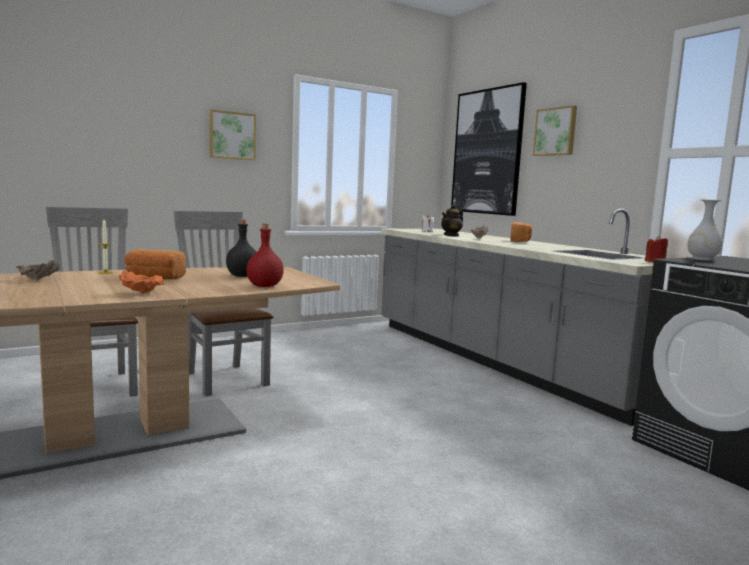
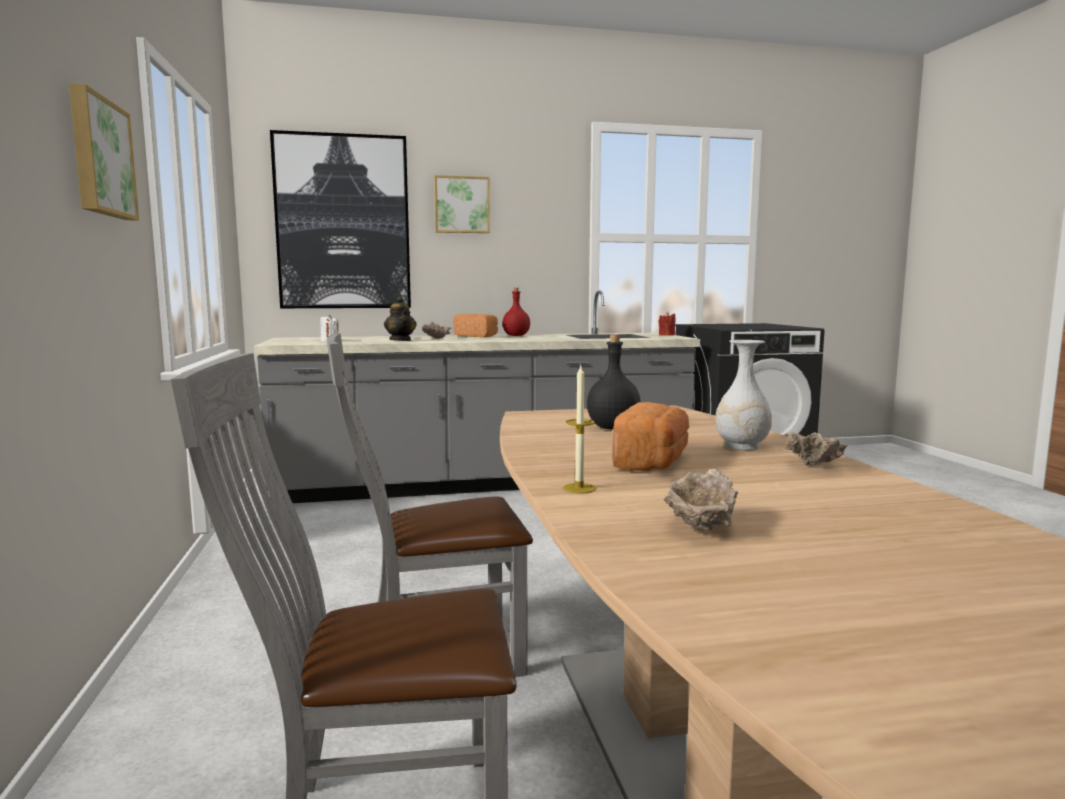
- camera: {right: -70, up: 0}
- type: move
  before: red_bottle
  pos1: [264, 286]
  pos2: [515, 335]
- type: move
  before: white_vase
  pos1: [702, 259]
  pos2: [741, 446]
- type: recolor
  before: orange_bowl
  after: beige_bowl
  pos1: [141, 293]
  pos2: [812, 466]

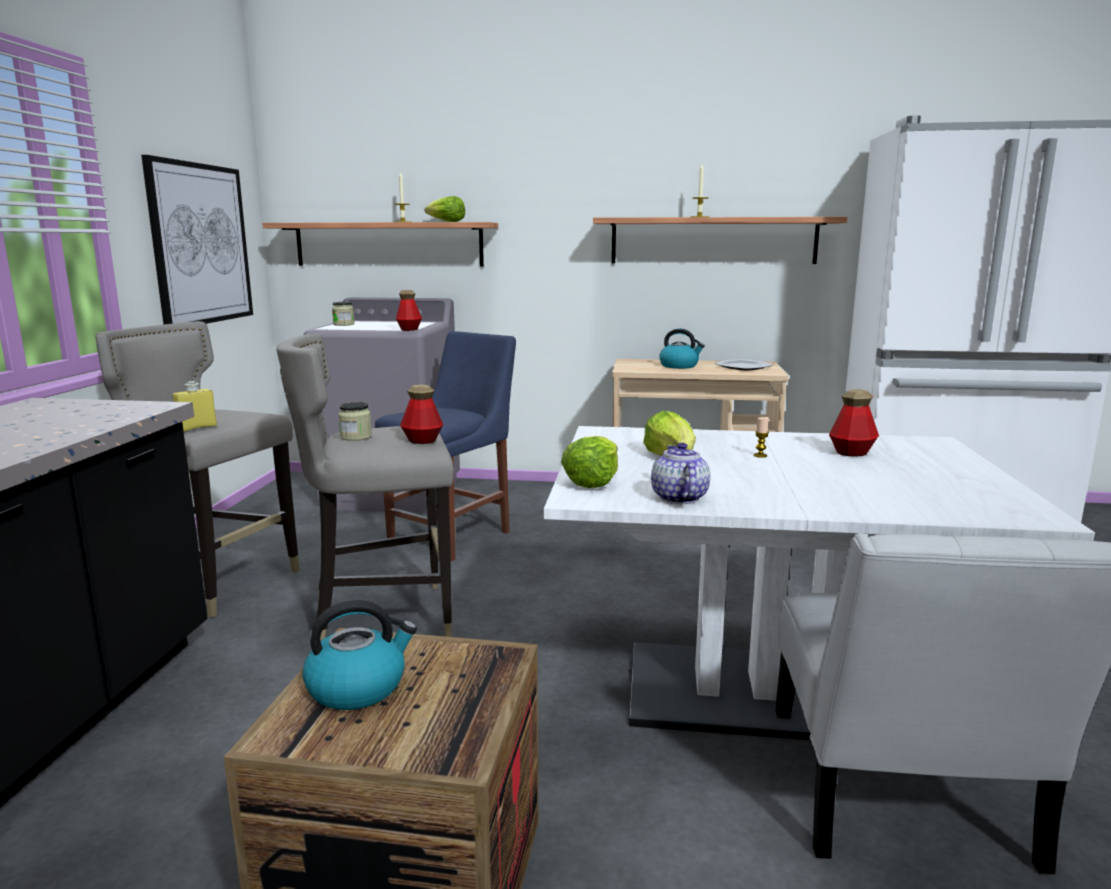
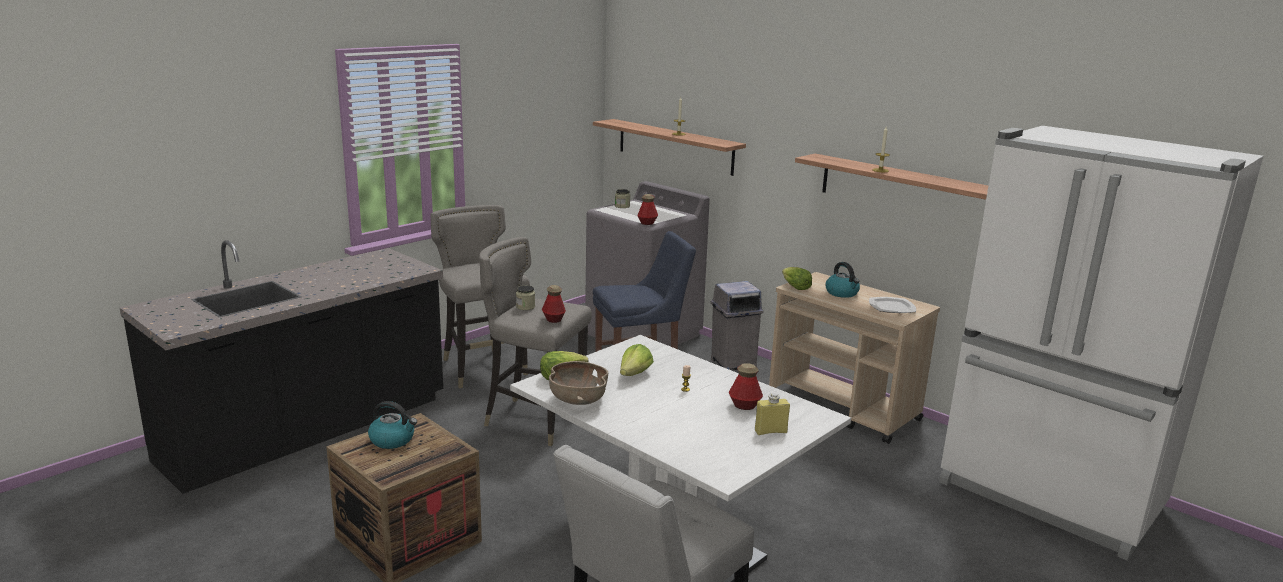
- camera: {right: 35, up: 5}
- type: replace
  before: teapot
  after: brown_bowl
  pos1: [678, 498]
  pos2: [578, 400]
- type: insert
  after: grey_trash_can
  pos2: [732, 364]
- type: move
  before: yellow_bottle
  pos1: [197, 428]
  pos2: [770, 431]
- type: move
  before: lettuce
  pos1: [445, 222]
  pos2: [795, 287]
- type: delete
  before: picture
  pos1: [201, 244]

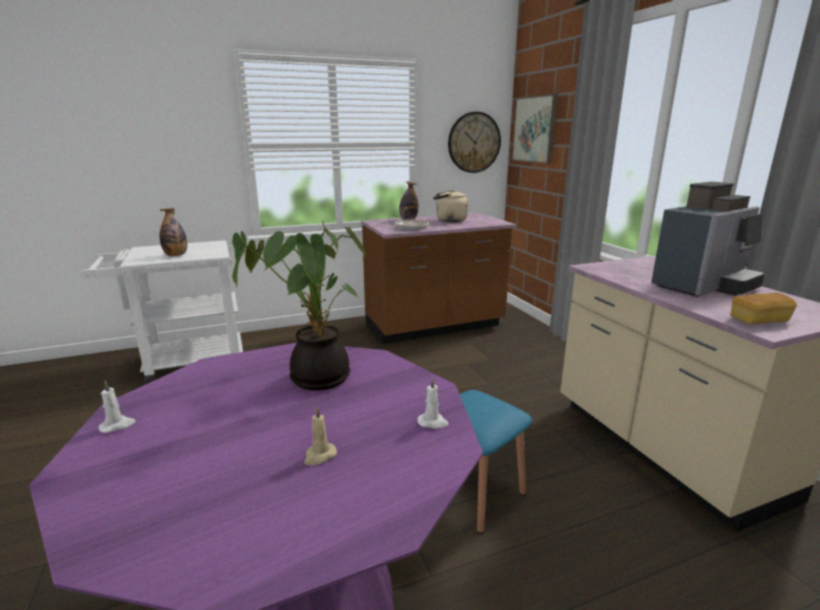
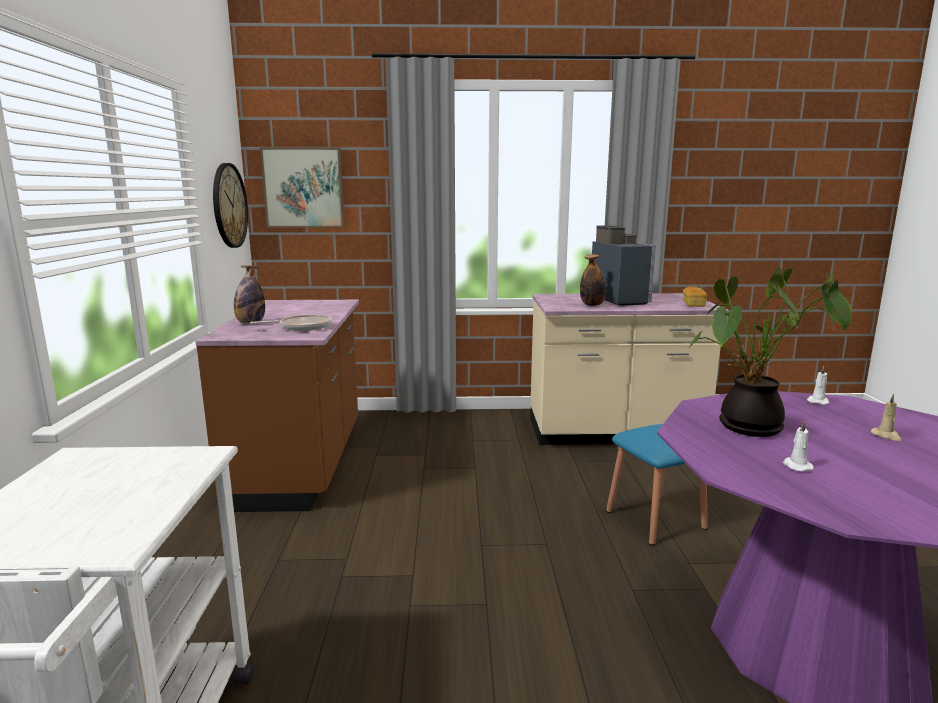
- camera: {right: -70, up: -5}
- type: move
  before: bottle
  pos1: [176, 255]
  pos2: [592, 305]
- type: move
  before: white_candle
  pos1: [117, 425]
  pos2: [796, 466]
- type: delete
  before: beige_kettle
  pos1: [449, 220]

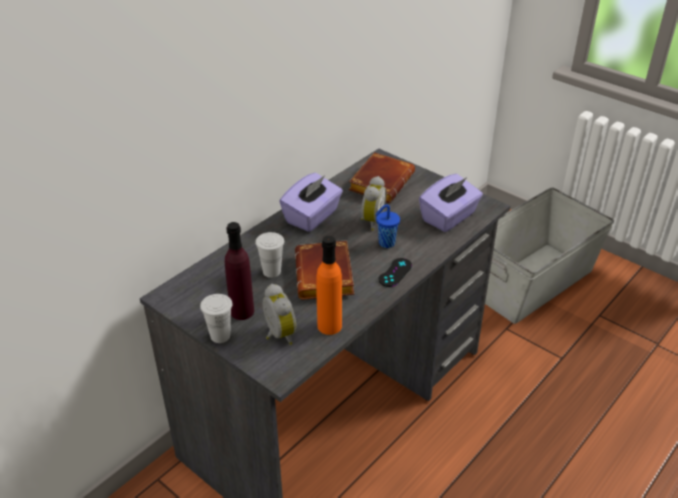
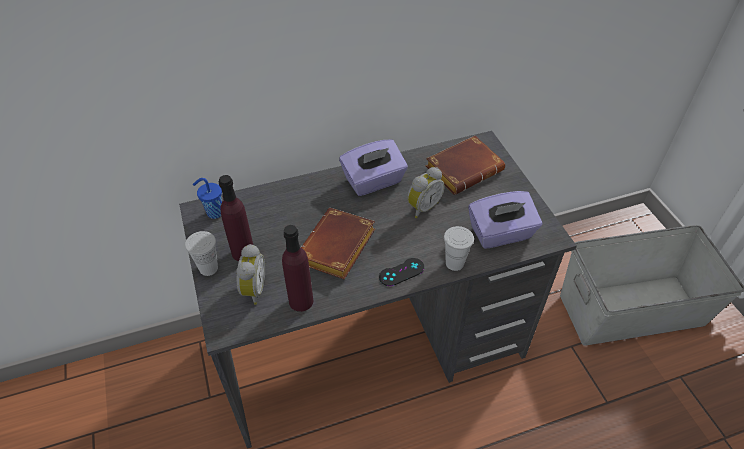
- camera: {right: 30, up: 10}
- type: move
  before: blue_cup
  pos1: [385, 243]
  pos2: [214, 213]
- type: recolor
  before: orange_bottle
  after: purple_bottle
  pos1: [329, 326]
  pos2: [301, 301]
- type: move
  before: white_cup
  pos1: [272, 271]
  pos2: [454, 263]

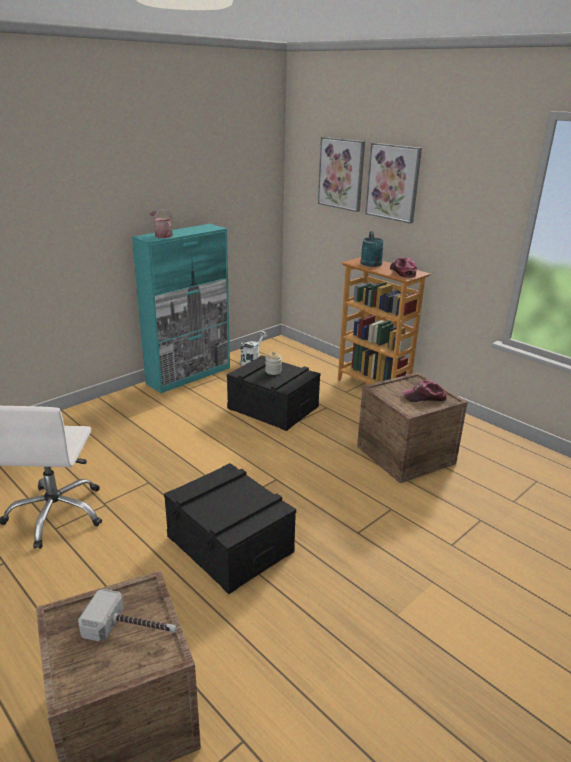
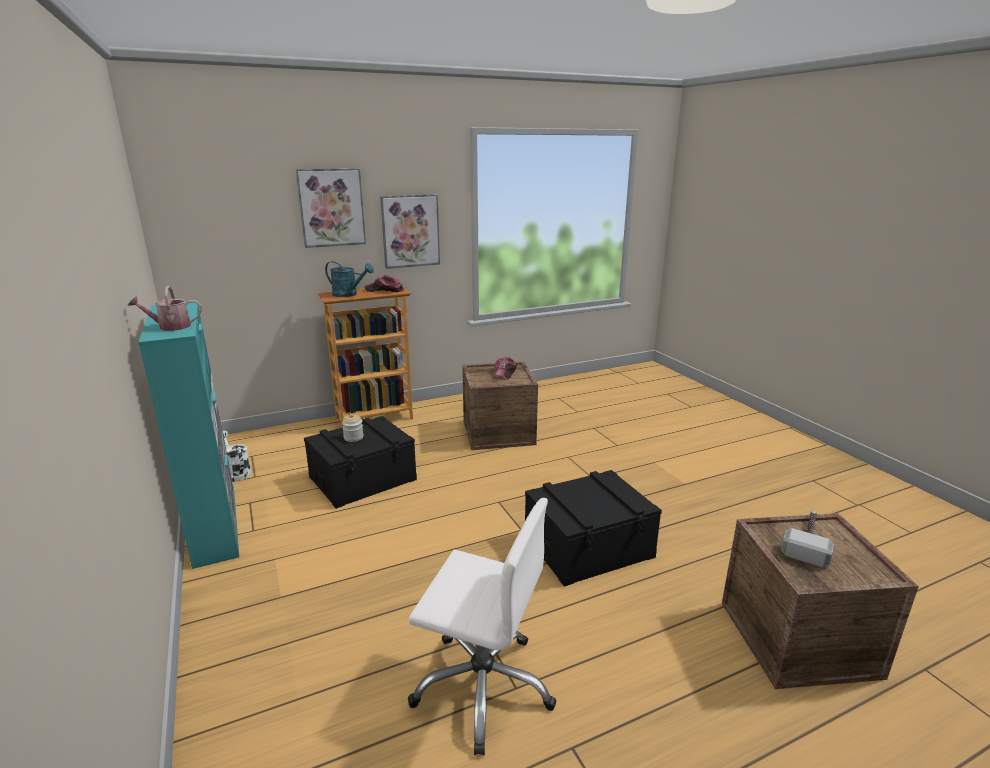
- camera: {right: -70, up: -5}
- type: move
  before: picture
  pos1: [341, 174]
  pos2: [410, 231]

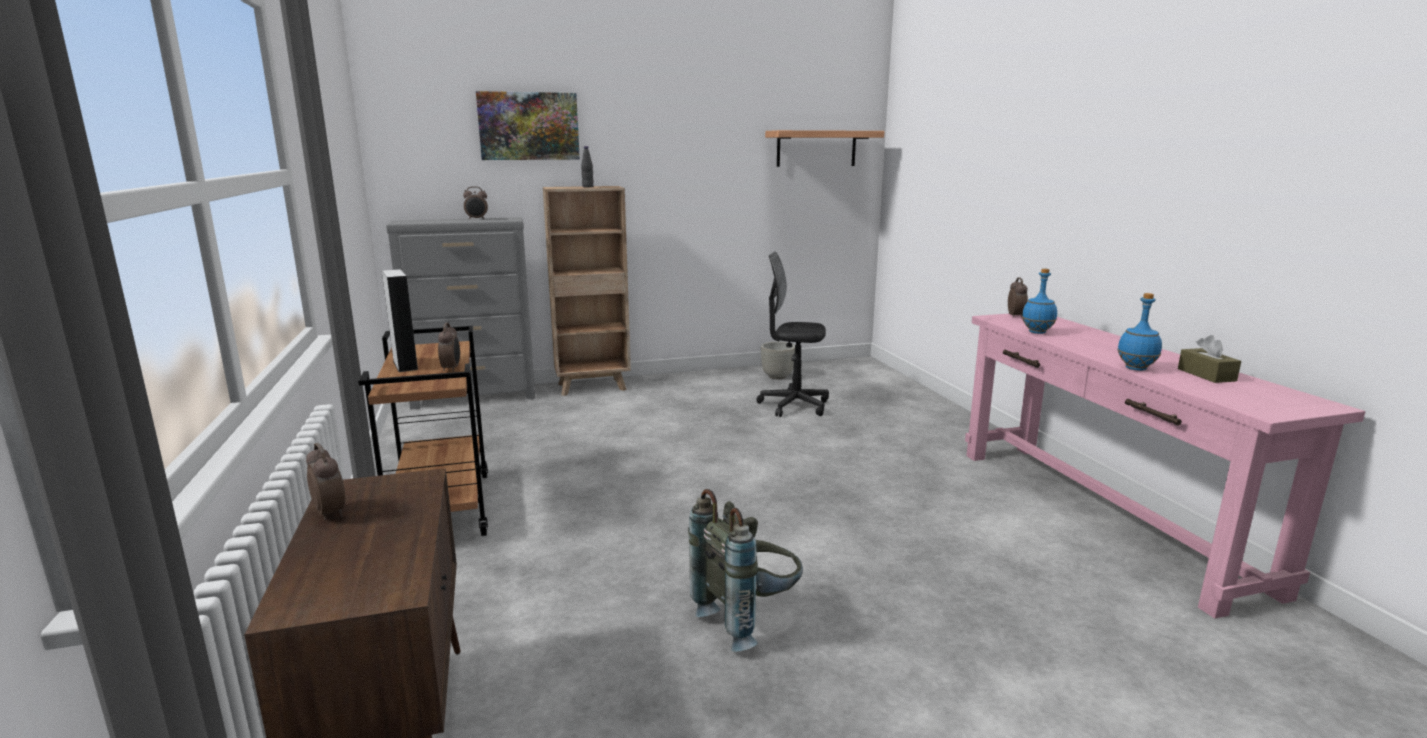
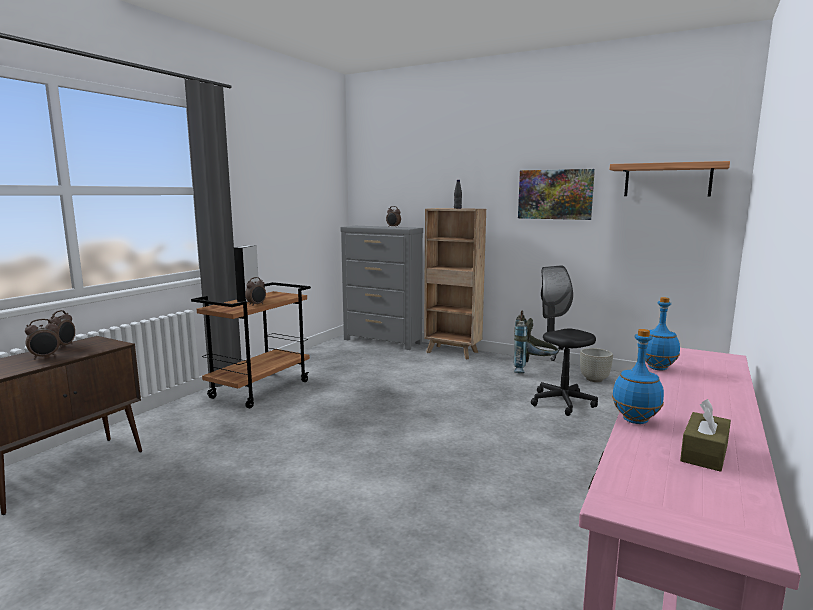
- camera: {right: 45, up: -5}
- type: move
  before: alarm_clock
  pos1: [1016, 316]
  pos2: [45, 357]
- type: move
  before: grey_backpack
  pos1: [748, 618]
  pos2: [533, 370]
- type: move
  before: picture
  pos1: [528, 126]
  pos2: [555, 194]

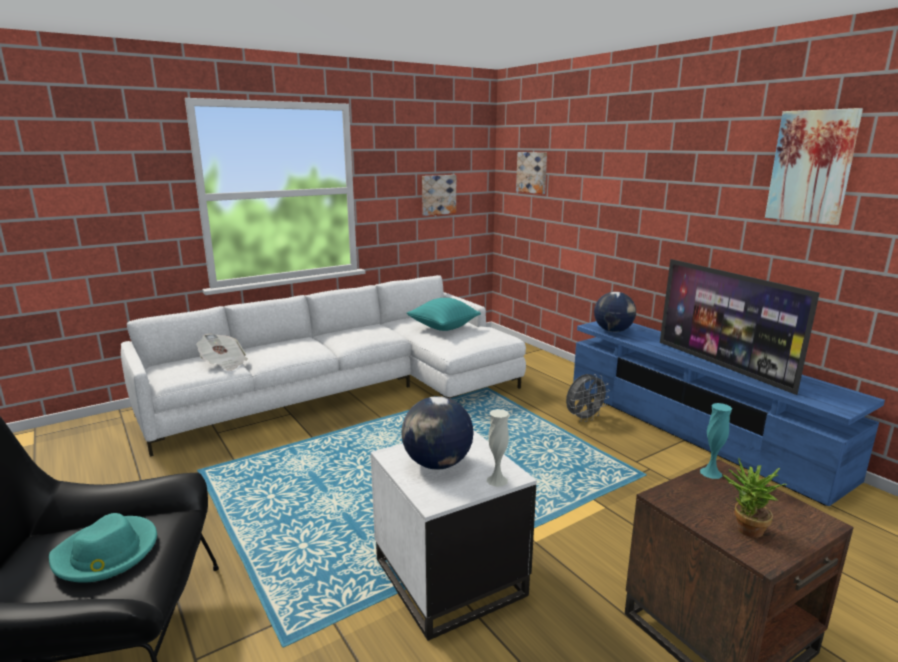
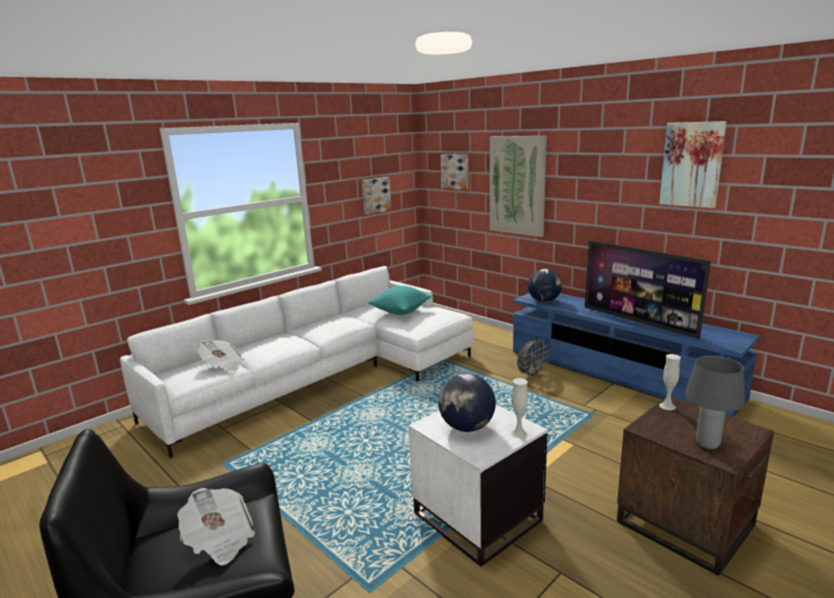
- camera: {right: -10, up: 0}
- type: replace
  before: turquoise_hat
  after: newspaper
  pos1: [106, 553]
  pos2: [219, 540]
- type: insert
  after: picture
  pos2: [517, 185]
- type: recolor
  before: turquoise_vase
  after: white_vase
  pos1: [711, 473]
  pos2: [667, 406]
- type: replace
  before: potted_plant
  after: grey_table_lamp
  pos1: [745, 530]
  pos2: [707, 444]

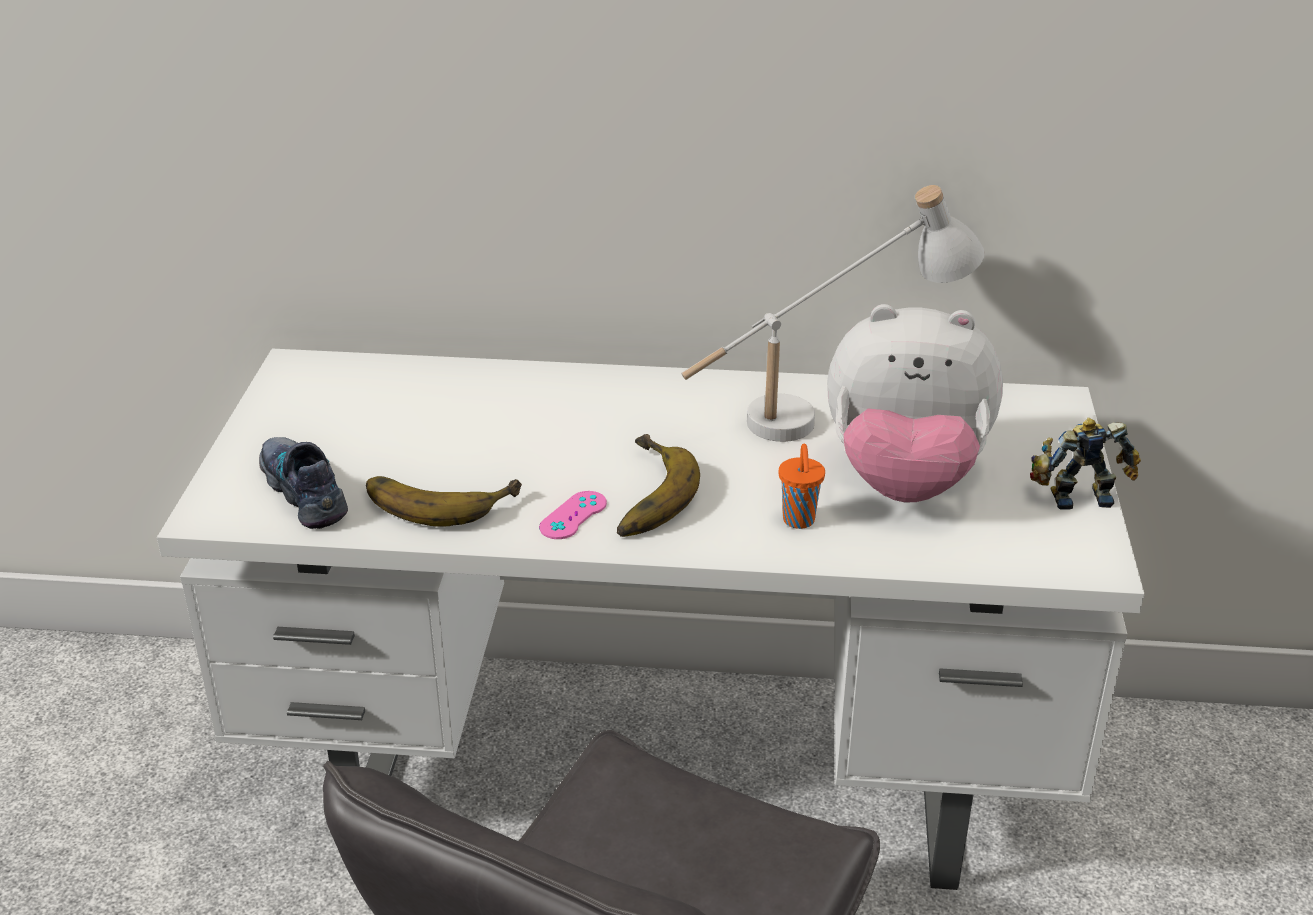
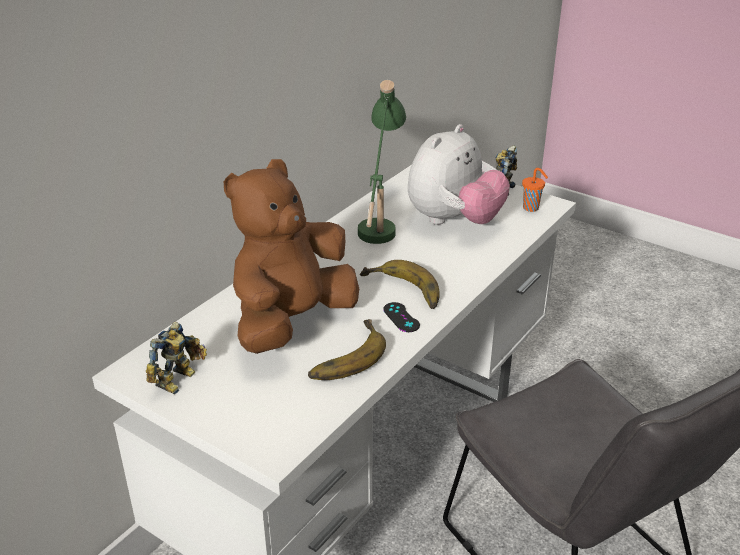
- camera: {right: -60, up: 0}
- type: insert
  after: toy_robot
  pos2: [179, 380]
- type: insert
  after: brown_plush_toy
  pos2: [292, 322]
- type: recolor
  before: white_table_lamp
  after: green_table_lamp
  pos1: [825, 413]
  pos2: [380, 220]
- type: recolor
  before: pink_game_controller
  after: black_game_controller
  pos1: [573, 515]
  pos2: [401, 317]
- type: move
  before: orange_cup
  pos1: [799, 521]
  pos2: [531, 208]
- type: delete
  before: shoe
  pos1: [305, 491]

